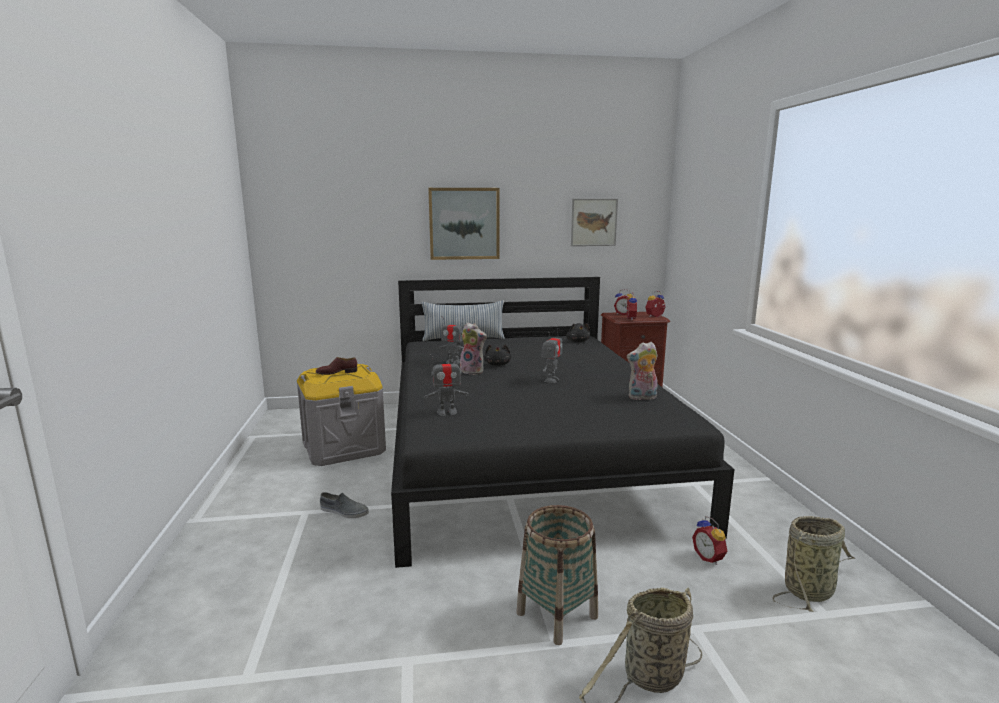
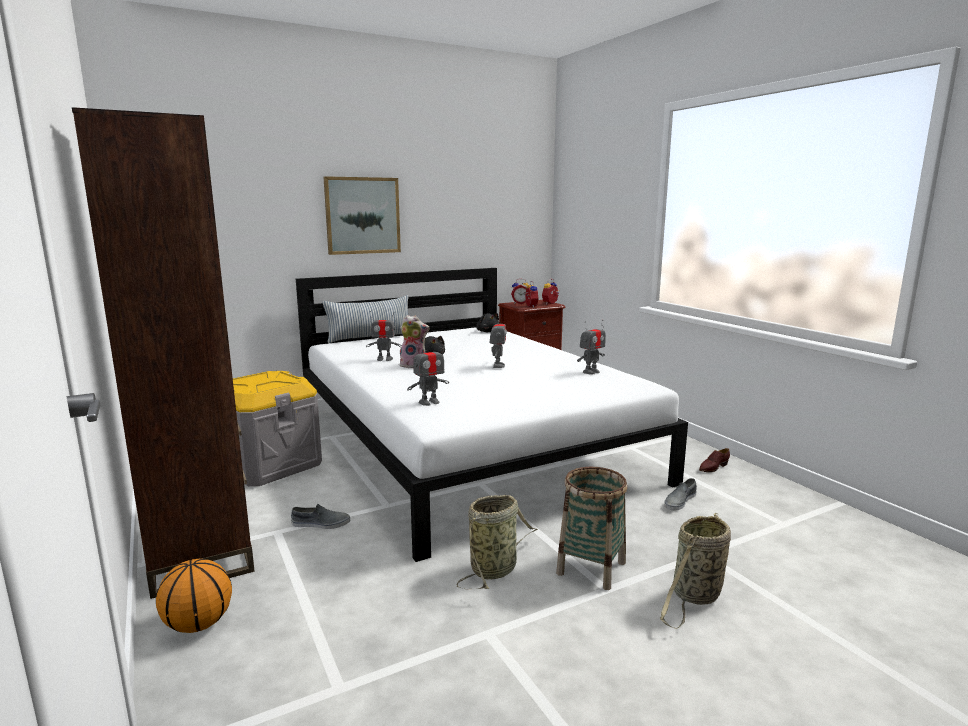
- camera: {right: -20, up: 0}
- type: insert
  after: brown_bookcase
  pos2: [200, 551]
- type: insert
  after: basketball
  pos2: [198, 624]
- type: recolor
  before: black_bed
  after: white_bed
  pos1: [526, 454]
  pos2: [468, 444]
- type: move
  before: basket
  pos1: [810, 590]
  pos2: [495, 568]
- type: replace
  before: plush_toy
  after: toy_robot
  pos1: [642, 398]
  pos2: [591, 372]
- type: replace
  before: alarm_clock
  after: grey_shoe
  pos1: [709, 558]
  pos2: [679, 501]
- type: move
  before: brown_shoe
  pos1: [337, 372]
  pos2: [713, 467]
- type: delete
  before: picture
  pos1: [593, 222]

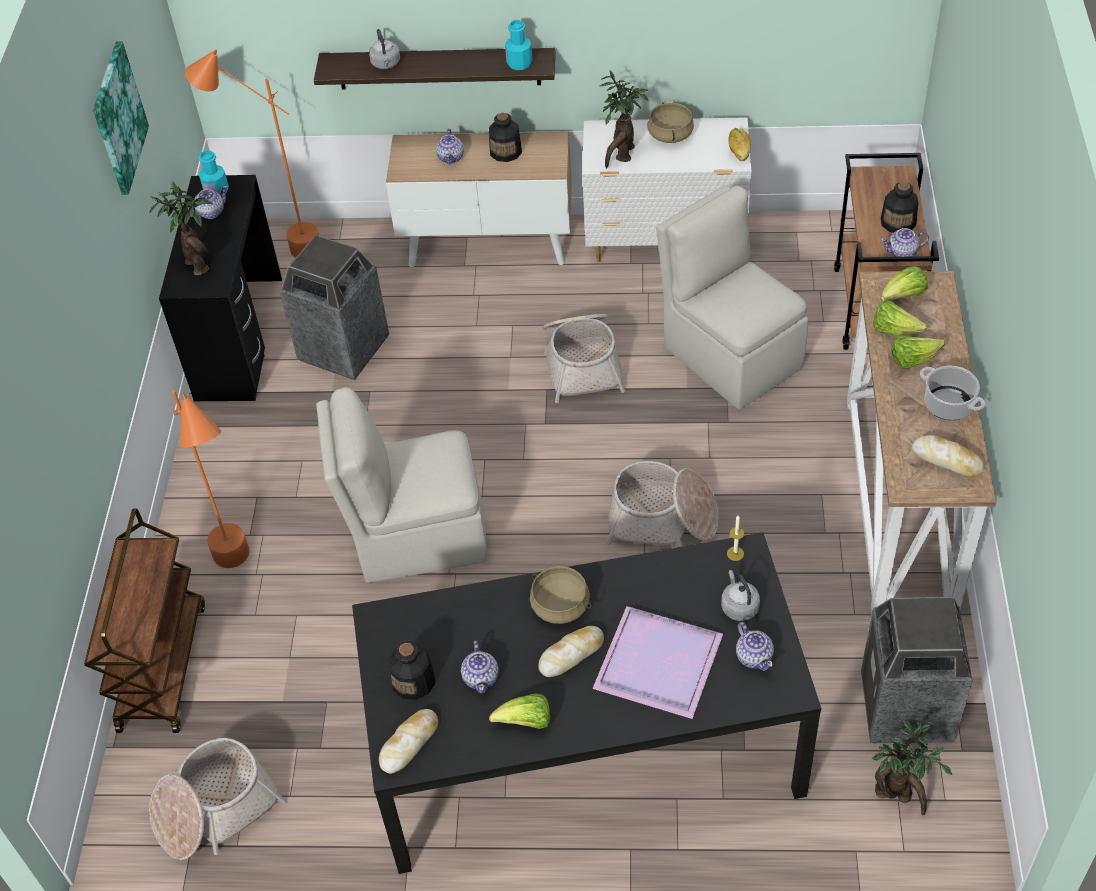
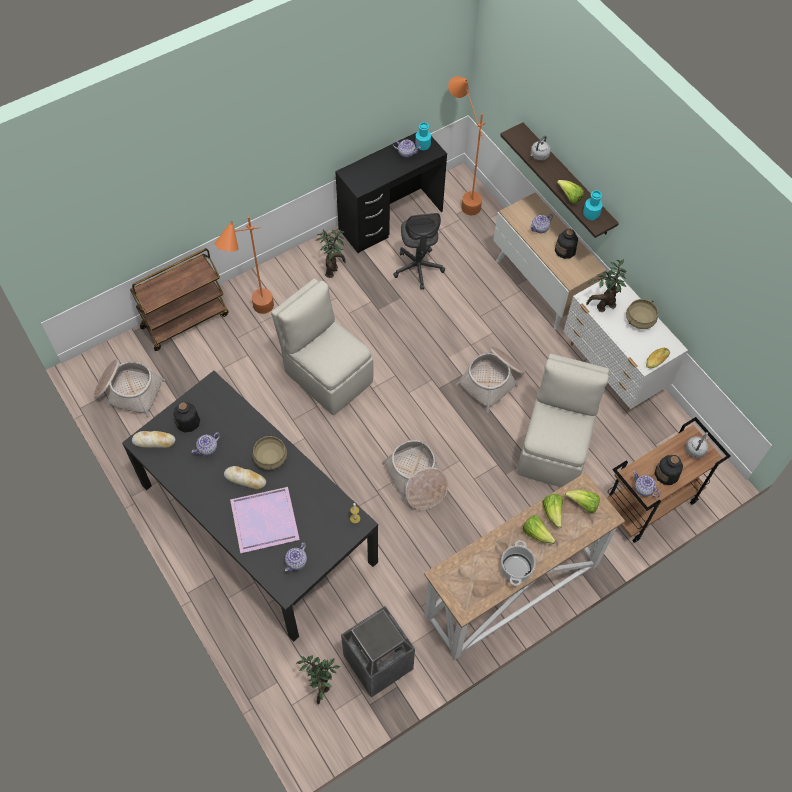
- camera: {right: 50, up: 10}
- type: move
  before: potted_plant
  pos1: [198, 263]
  pos2: [333, 270]
- type: replace
  before: trash_can
  after: grey_office_chair
  pos1: [343, 349]
  pos2: [418, 268]
- type: move
  before: lettuce
  pos1: [526, 722]
  pos2: [569, 197]
- type: move
  before: grey_kettle
  pos1: [739, 606]
  pos2: [695, 449]
- type: delete
  before: picture
  pos1: [118, 118]
- type: delete
  before: bread
  pos1: [947, 460]

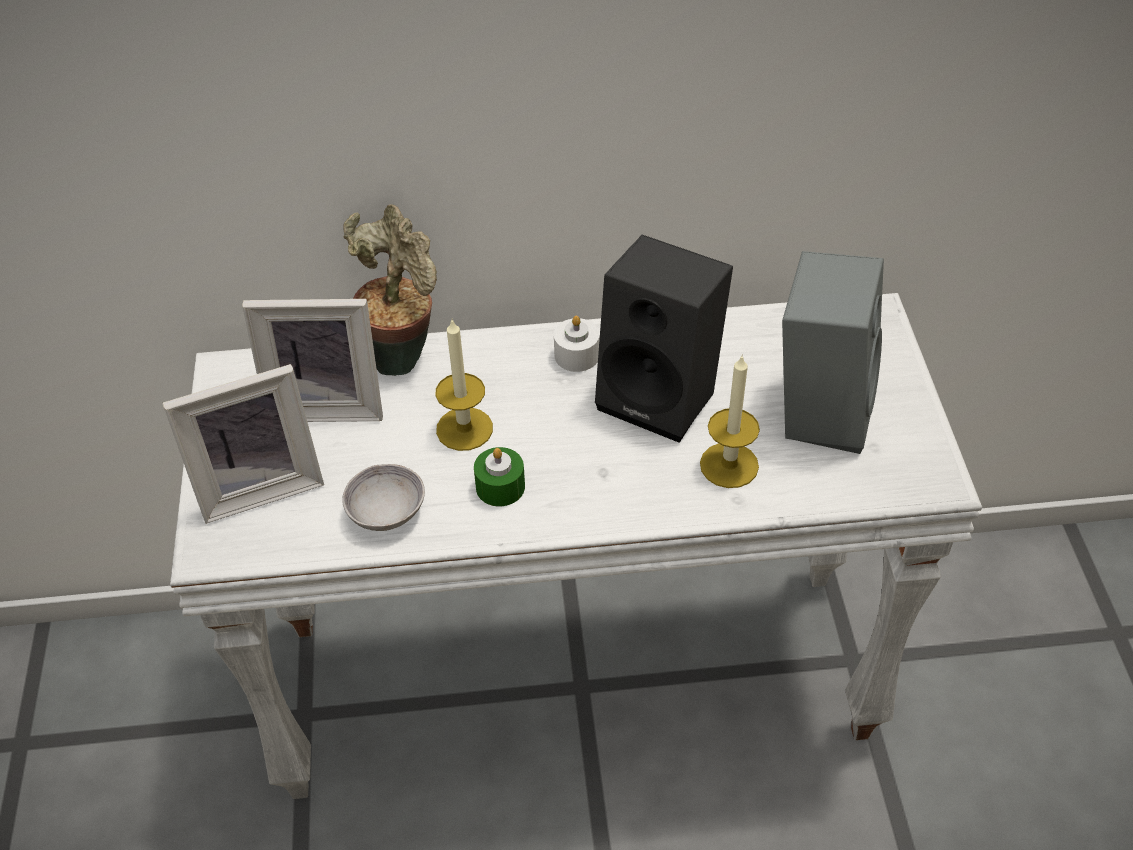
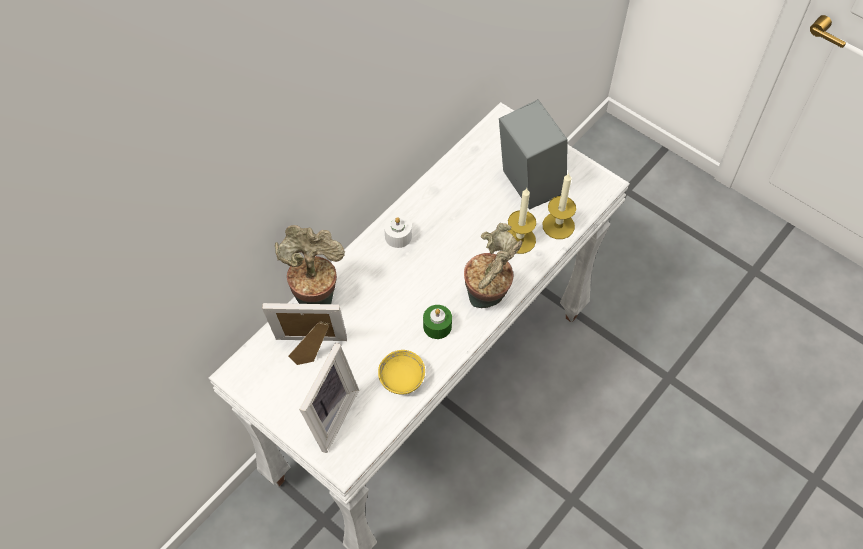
- camera: {right: -45, up: 10}
- type: rotate
  before: picture_frame
  pos1: [327, 403]
  pos2: [310, 350]
  turn: -135
- type: recolor
  before: grey_bowl
  after: yellow_bowl
  pos1: [386, 512]
  pos2: [402, 378]
- type: insert
  after: potted_plant
  pos2: [488, 299]
- type: move
  before: candle
  pos1: [464, 429]
  pos2: [558, 225]
- type: delete
  before: black_speaker
  pos1: [662, 396]

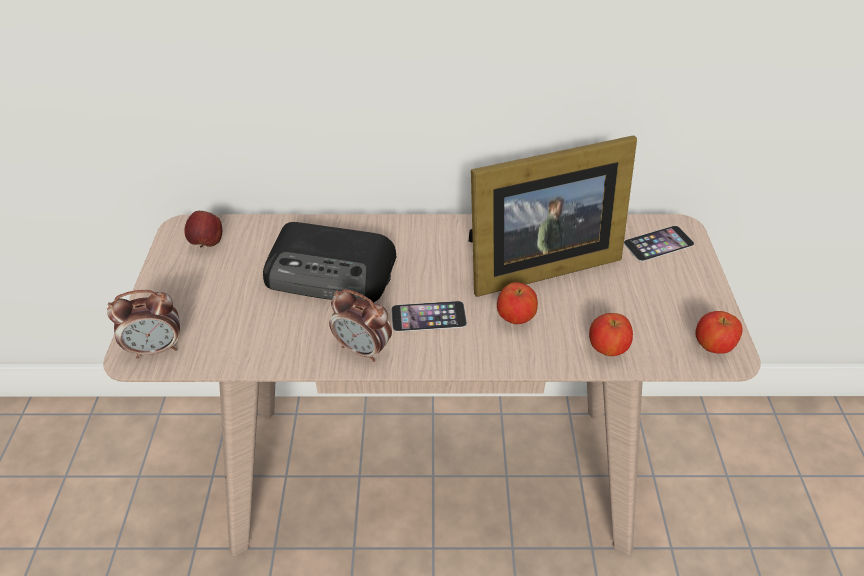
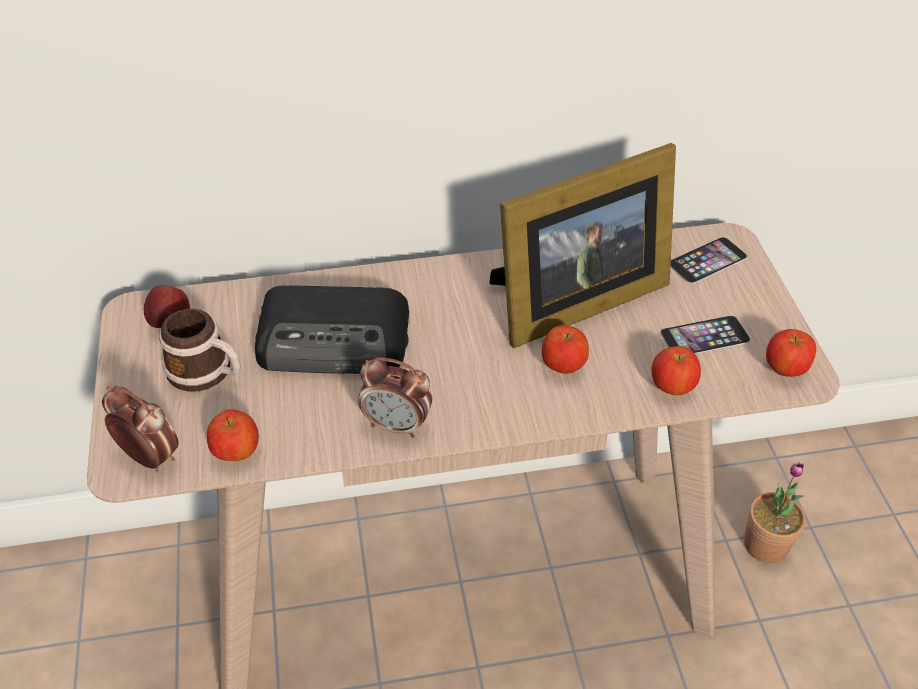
- camera: {right: -10, up: 0}
- type: rotate
  before: alarm_clock
  pos1: [157, 348]
  pos2: [149, 457]
  turn: -120
- type: insert
  after: mug
  pos2: [207, 373]
- type: insert
  after: apple
  pos2: [236, 452]
- type: move
  before: phone
  pos1: [428, 316]
  pos2: [705, 336]
- type: insert
  after: potted_plant
  pos2: [765, 545]

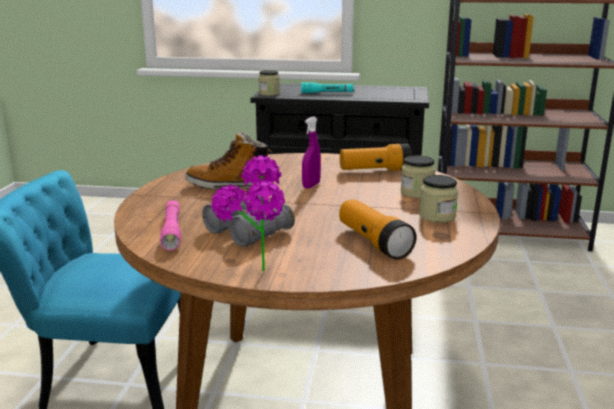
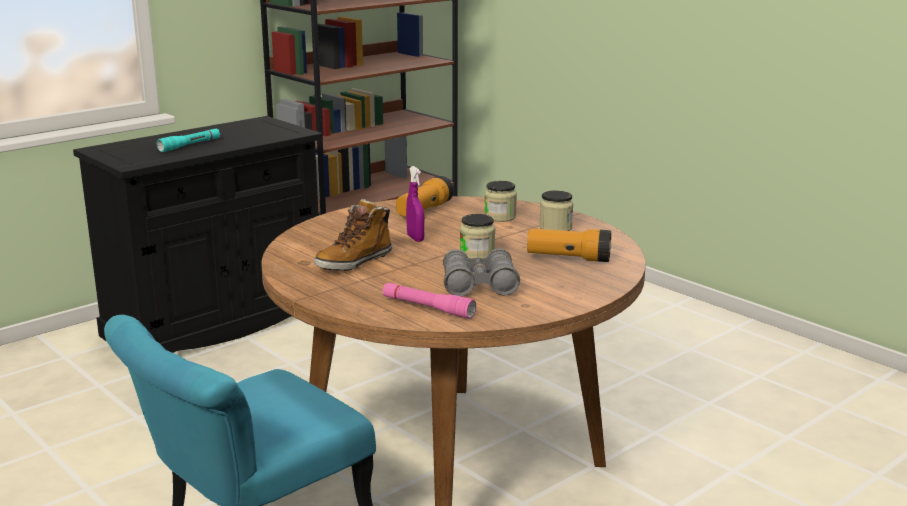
- camera: {right: -50, up: 0}
- type: move
  before: jar
  pos1: [269, 93]
  pos2: [477, 254]
- type: delete
  before: potted_plant
  pos1: [255, 276]

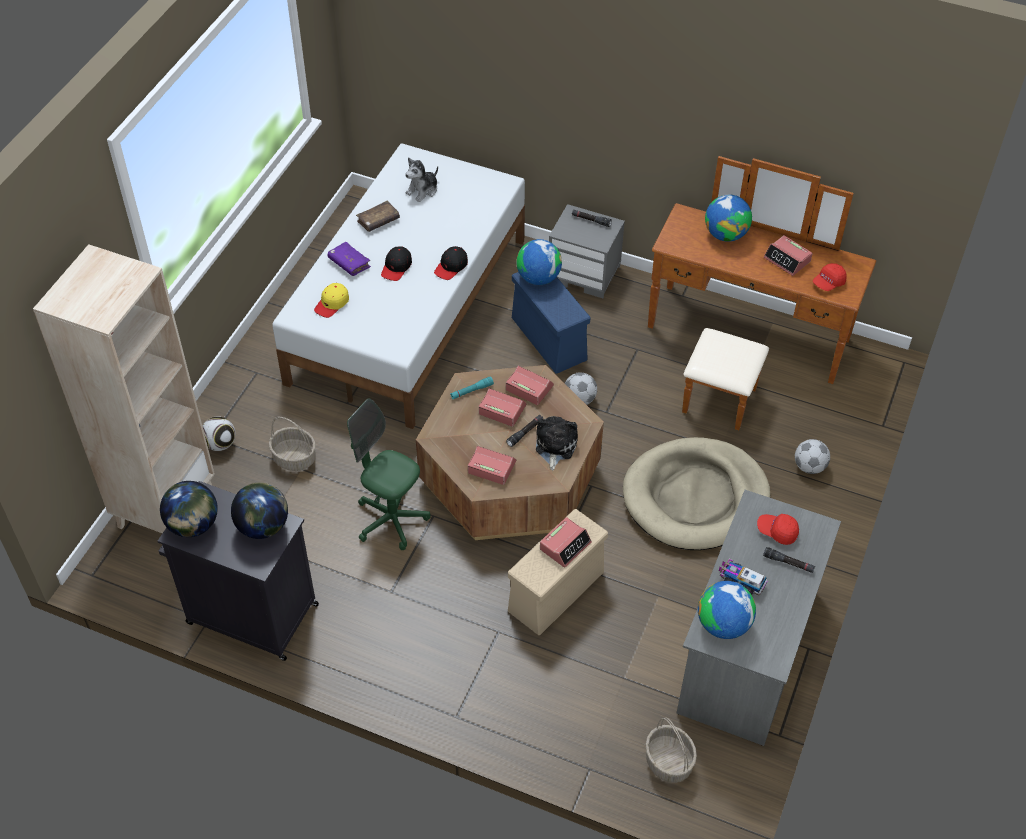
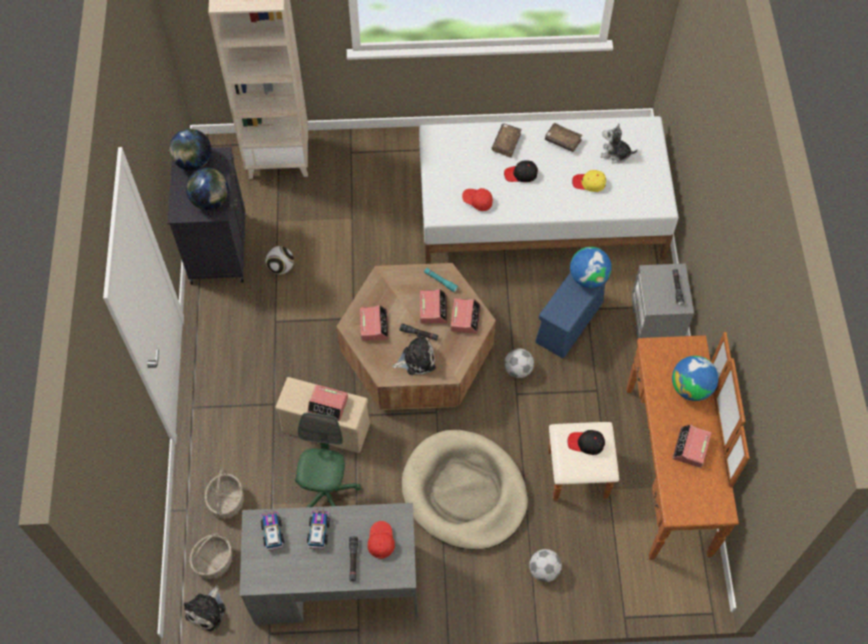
- camera: {right: 65, up: 10}
- type: insert
  after: plush_toy
  pos2: [207, 610]
- type: move
  before: basket
  pos1: [294, 458]
  pos2: [226, 501]
- type: replace
  before: globe
  after: toy_truck
  pos1: [723, 625]
  pos2: [272, 532]
- type: move
  before: football
  pos1: [220, 444]
  pos2: [281, 267]
- type: move
  before: green_office_chair
  pos1: [391, 520]
  pos2: [326, 492]
- type: move
  before: red_cap
  pos1: [828, 283]
  pos2: [477, 201]
- type: recolor
  before: purple_book
  after: brown_book
  pos1: [349, 263]
  pos2: [506, 143]
- type: move
  before: black_cap
  pos1: [451, 267]
  pos2: [586, 443]
- type: move
  before: yellow_cap
  pos1: [332, 304]
  pos2: [589, 183]

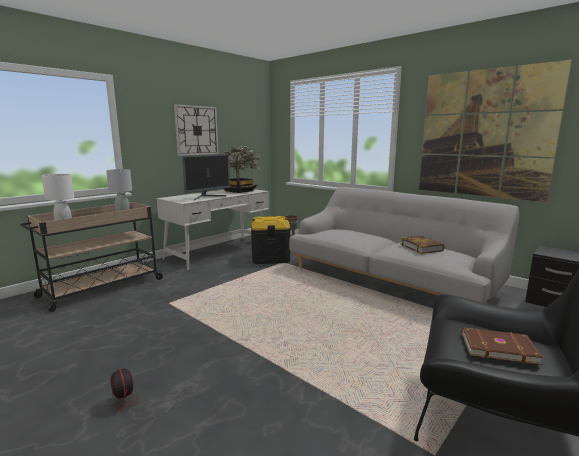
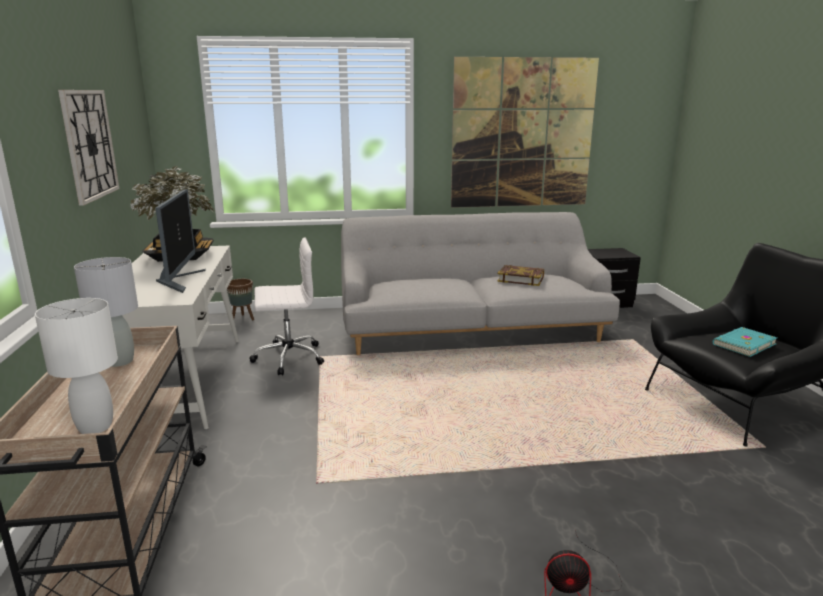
- camera: {right: -50, up: 5}
- type: replace
  before: black_storage_box
  after: white_office_chair
  pos1: [270, 258]
  pos2: [287, 358]
- type: recolor
  before: brown_book
  after: turquoise_book
  pos1: [497, 347]
  pos2: [743, 344]

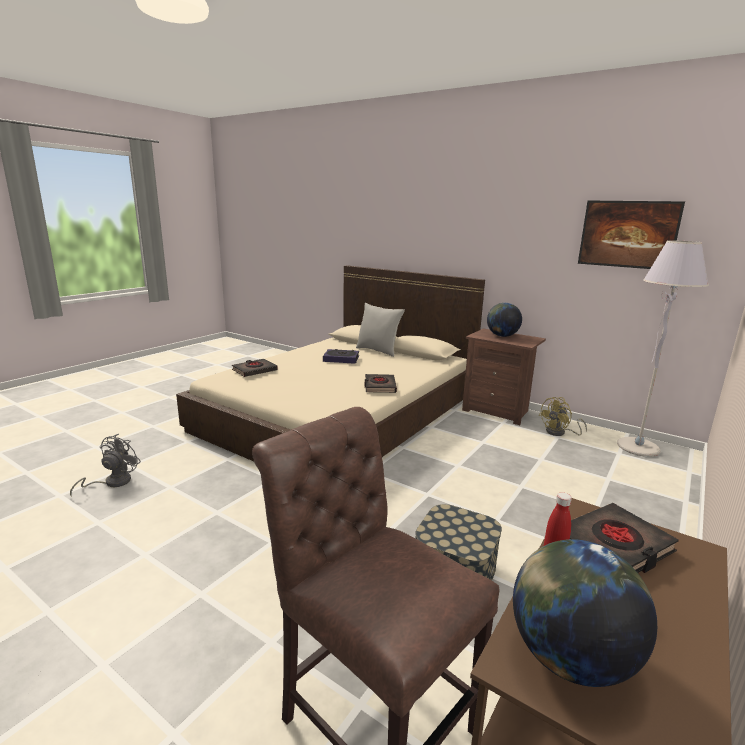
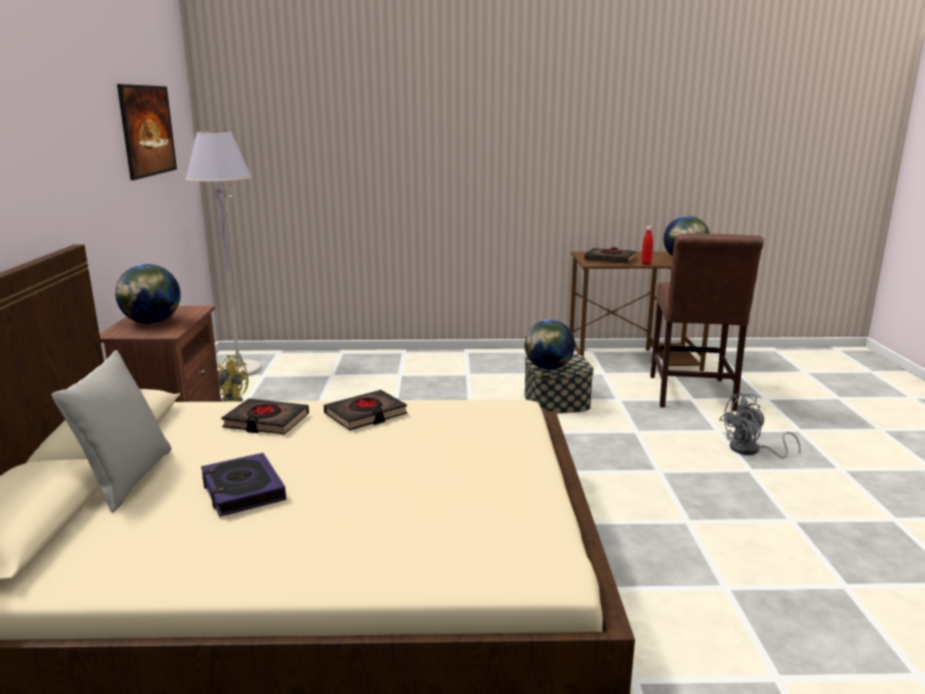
- camera: {right: -125, up: 0}
- type: move
  before: black_book
  pos1: [254, 370]
  pos2: [266, 421]
- type: insert
  after: globe
  pos2: [548, 368]
- type: move
  before: grey_fan
  pos1: [112, 482]
  pos2: [751, 451]

